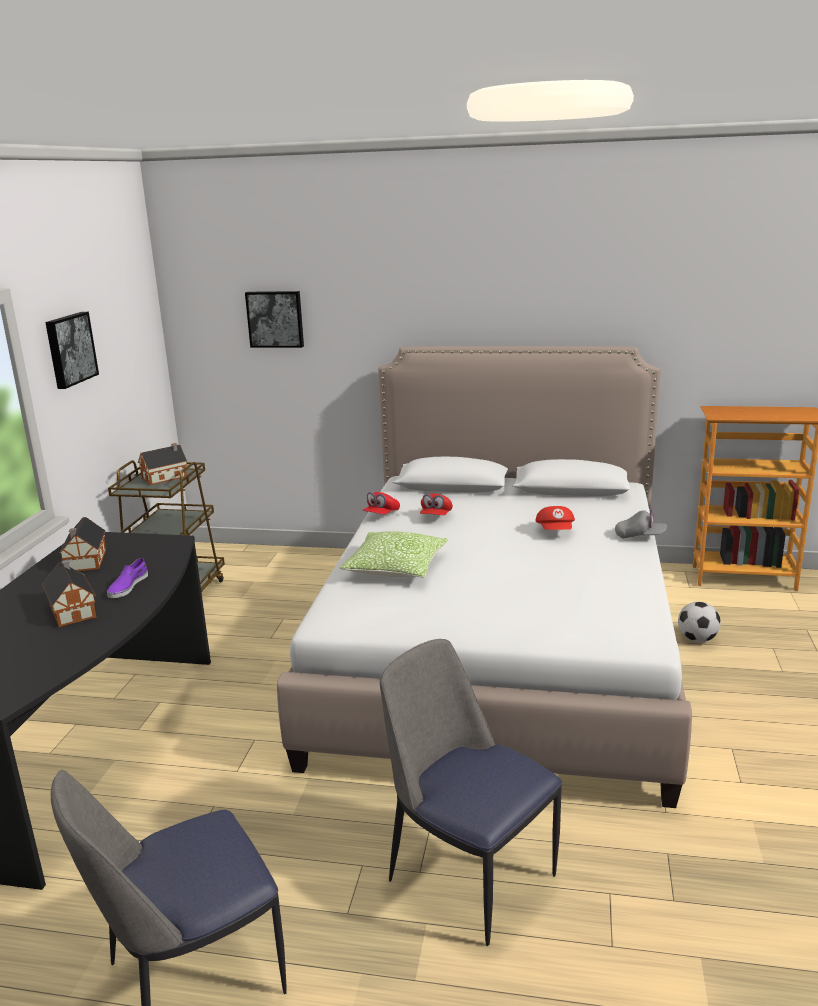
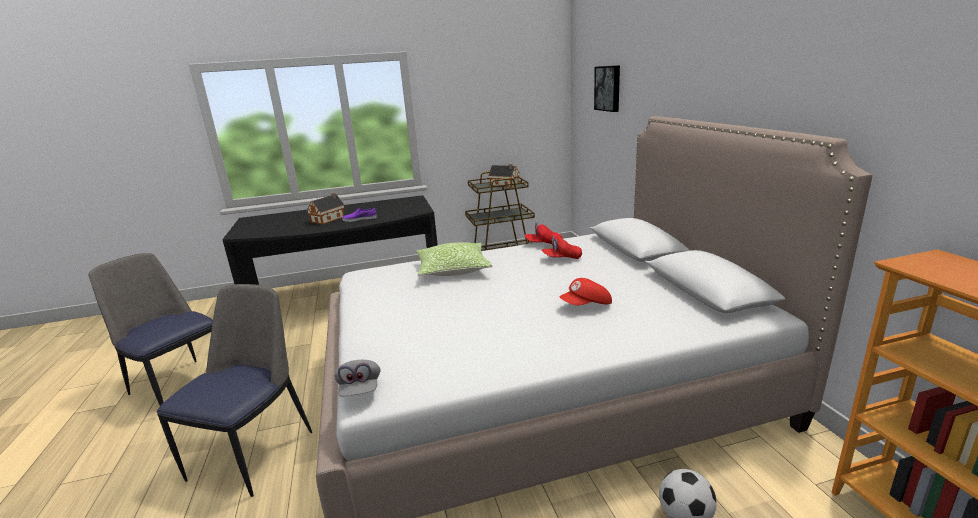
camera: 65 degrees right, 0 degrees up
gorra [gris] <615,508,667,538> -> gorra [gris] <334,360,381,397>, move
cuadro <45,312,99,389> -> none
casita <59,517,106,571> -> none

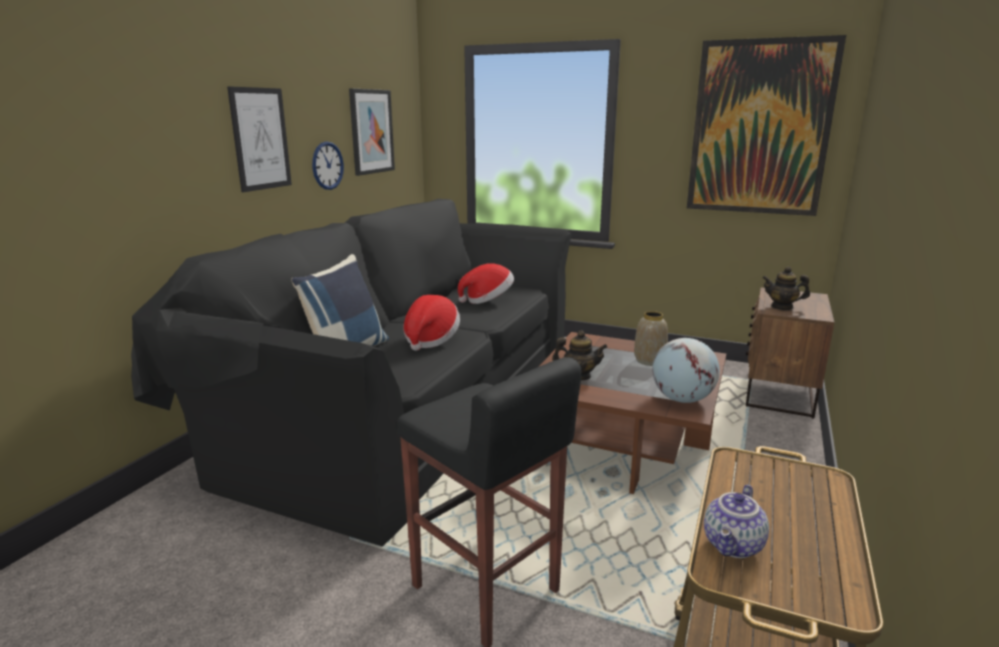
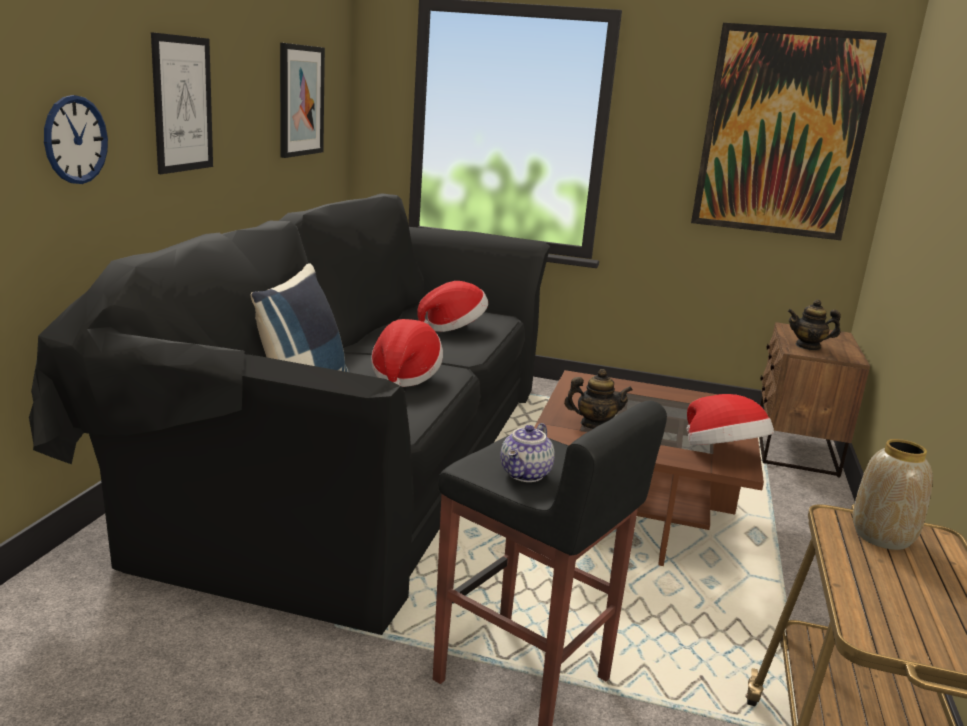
camera: 10 degrees left, 0 degrees up
reloj de pared <312,142,344,190> -> reloj de pared <44,95,108,184>, move
tetera <704,484,769,558> -> tetera <500,423,555,482>, move
globo terráqueo <652,338,720,403> -> sombrero <686,394,774,445>
florero <634,311,668,366> -> florero <853,439,933,550>, move

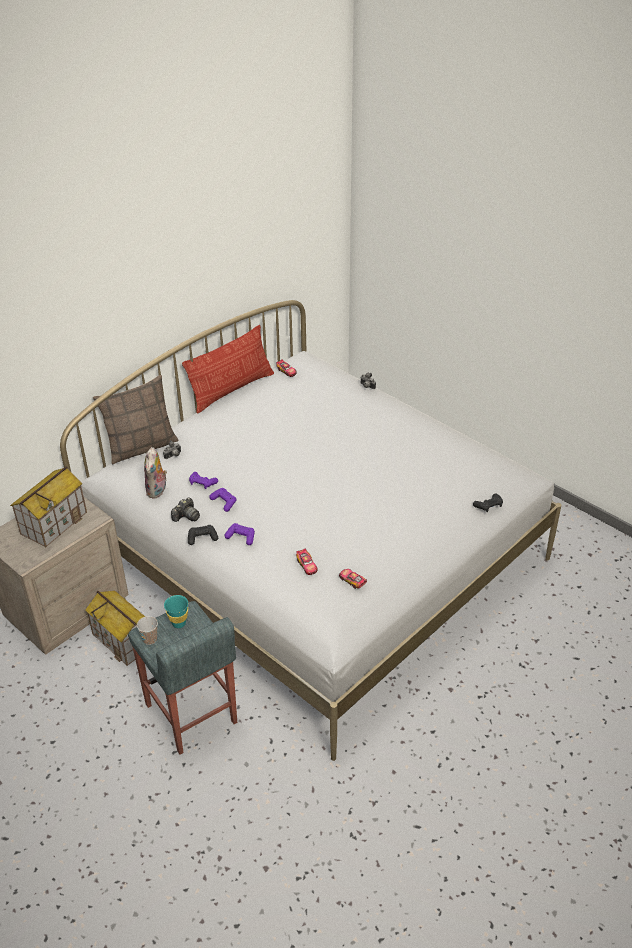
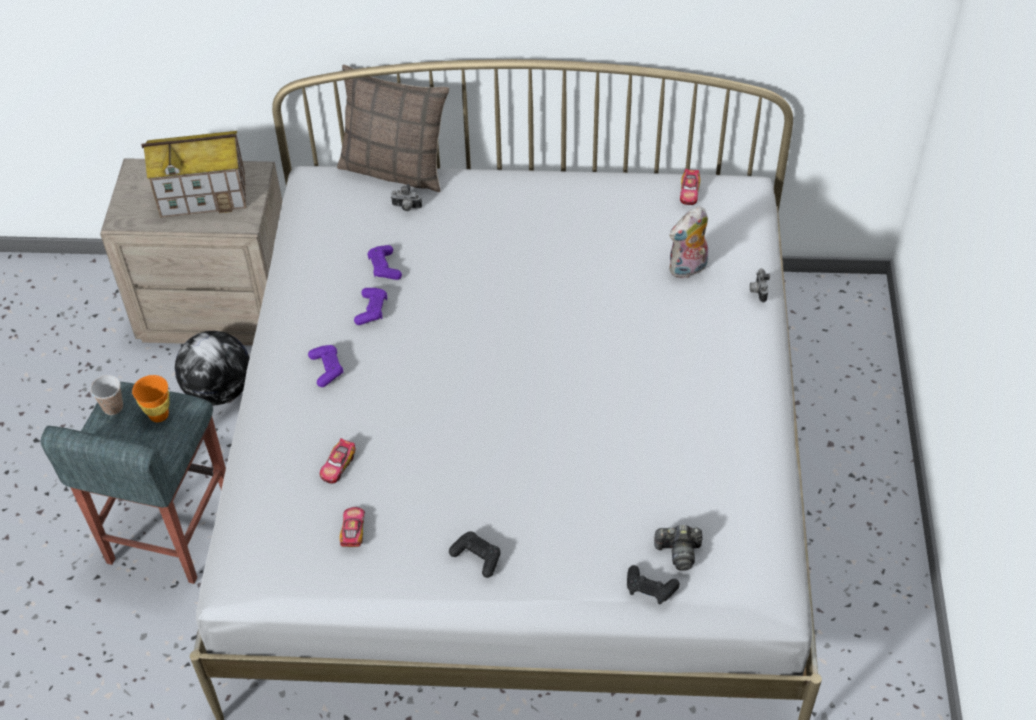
camera: 50 degrees right, 10 degrees up
taza [turquesa] <164,595,188,628> -> taza [naranja] <132,375,169,422>
casita <85,590,145,666> -> globo terráqueo <175,331,250,405>
mando de consola [negro] <188,525,218,545> -> mando de consola [negro] <449,531,500,578>, move
cámara <171,498,200,522> -> cámara <654,525,702,571>, move
peluche <144,447,167,499> -> peluche <669,207,708,278>, move
cojín <182,325,274,413> -> none

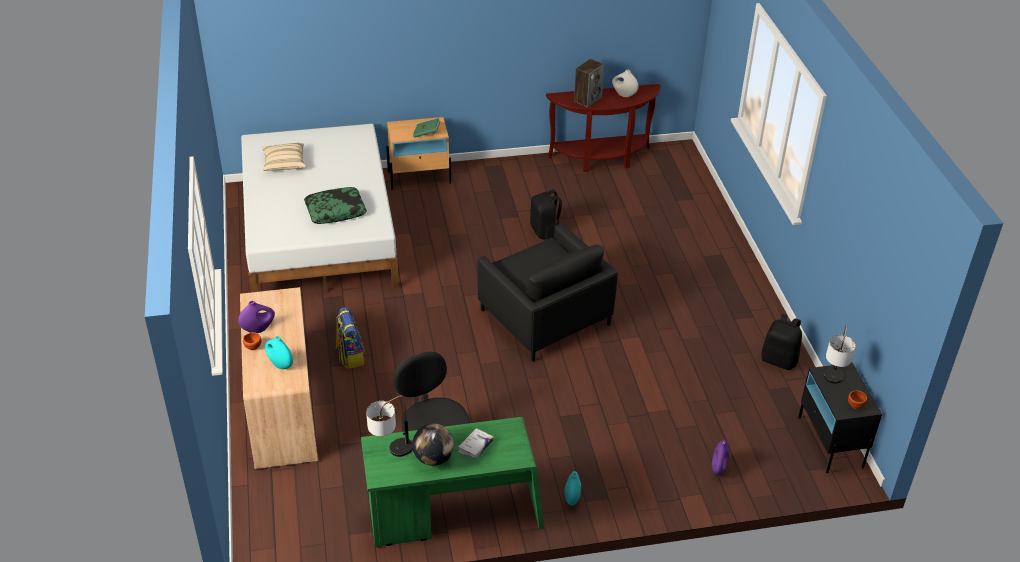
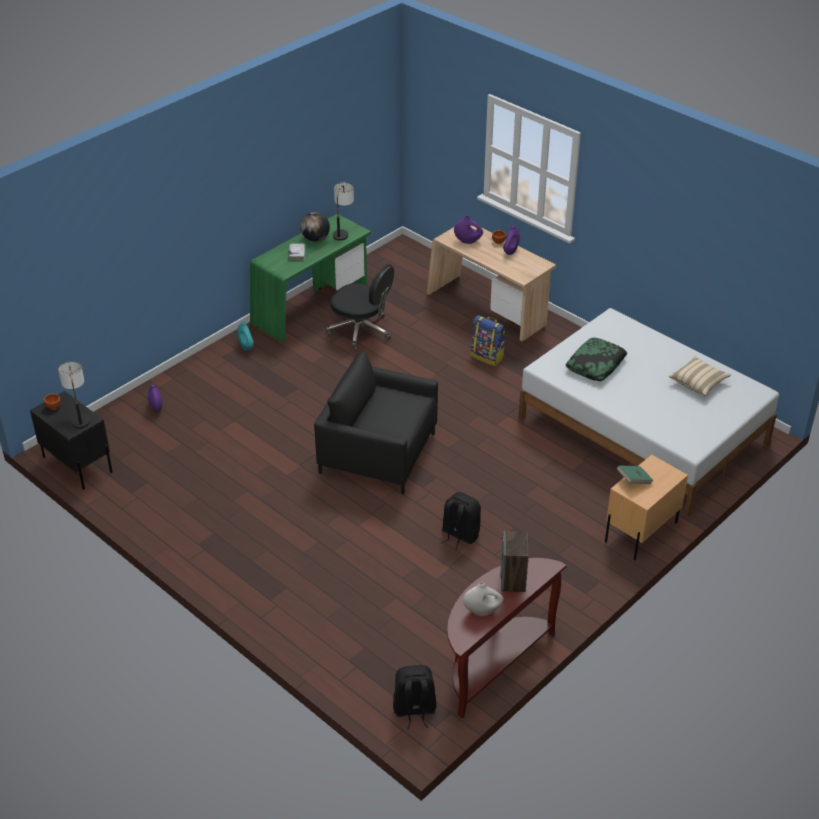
camera: 145 degrees right, 0 degrees up
mochila [negro] <761,314,802,370> -> mochila [negro] <393,665,436,730>, move
florero [turquesa] <265,336,293,369> -> florero [morado] <454,216,483,244>

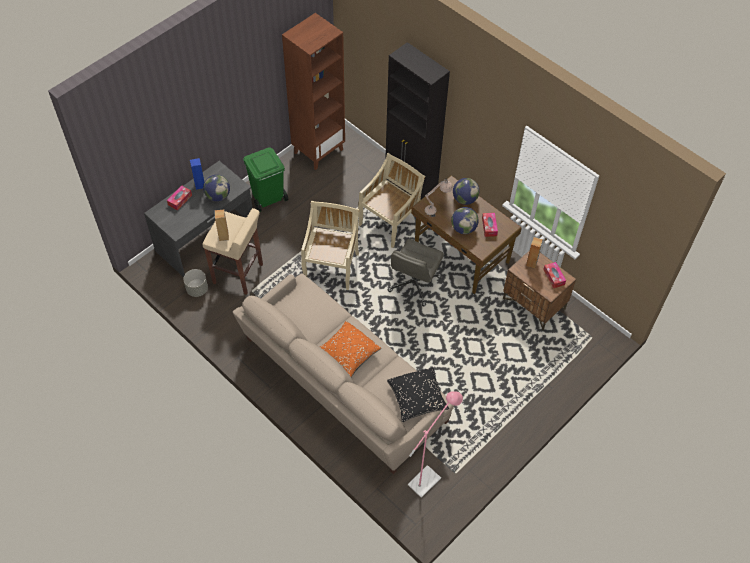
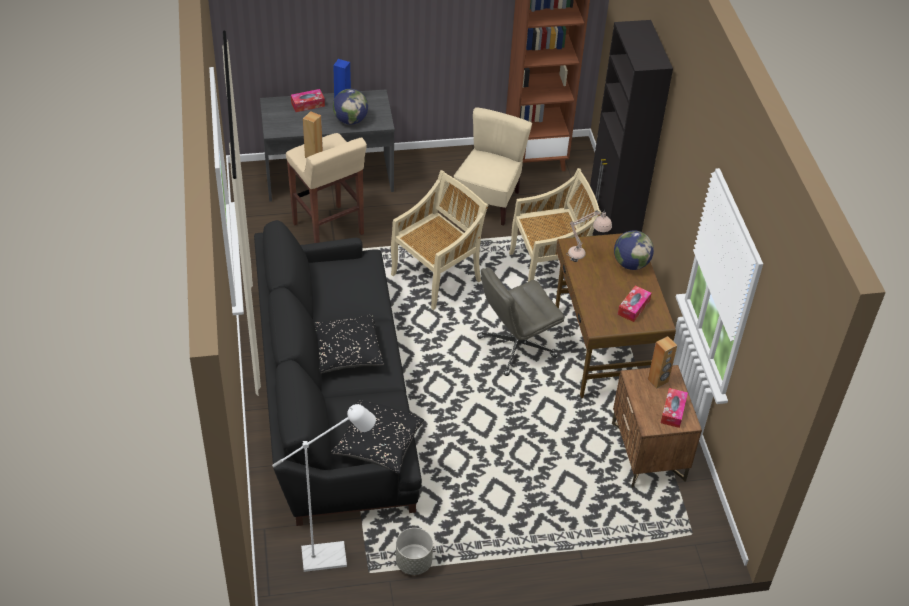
camera: 35 degrees right, 10 degrees down
sofá [beis] <233,274,454,474> -> sofá [negro] <254,220,422,526>
lámpara de pie [rosa] <408,391,463,498> -> lámpara de pie [blanco] <272,404,376,572>
cojín [naranja] <320,321,381,377> -> cojín [negro] <314,315,384,374>
maceta [gris] <183,269,208,297> -> maceta [gris] <396,528,433,575>, move
none -> silla [beis] <454,107,532,225>
papelera [verde] <243,147,288,212> -> none
globo terráqueo <451,207,479,234> -> none

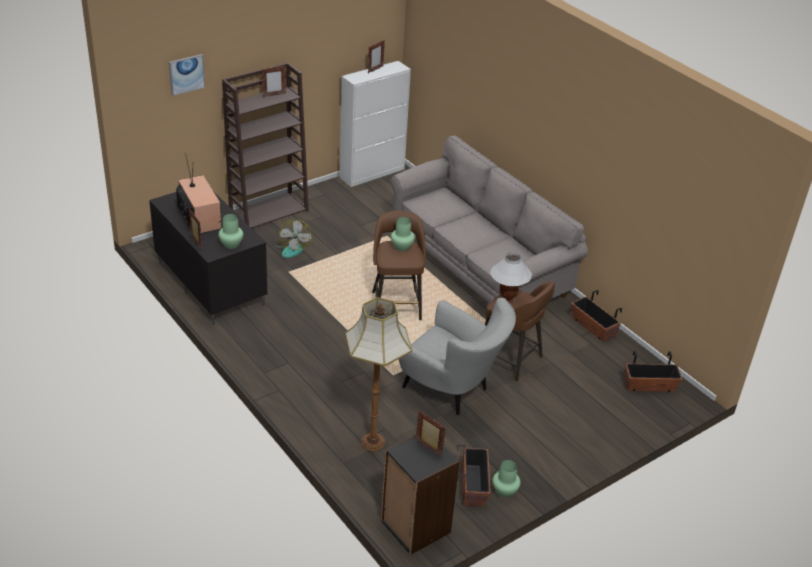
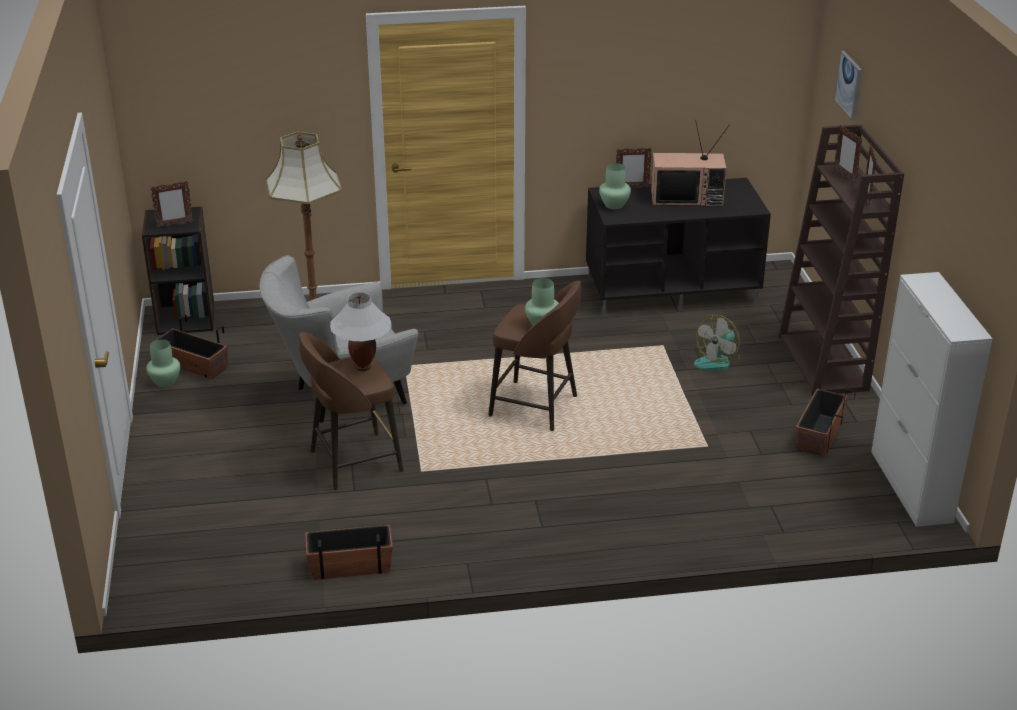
camera: 120 degrees right, 5 degrees down
ventilador <275,219,312,258> -> ventilador <694,314,740,371>, 75 degrees counterclockwise
maceta <625,351,682,392> -> maceta <796,388,856,457>, move
portarretratos <368,40,384,73> -> portarretratos <834,125,863,183>, move
sofá [gris] <390,135,588,303> -> none

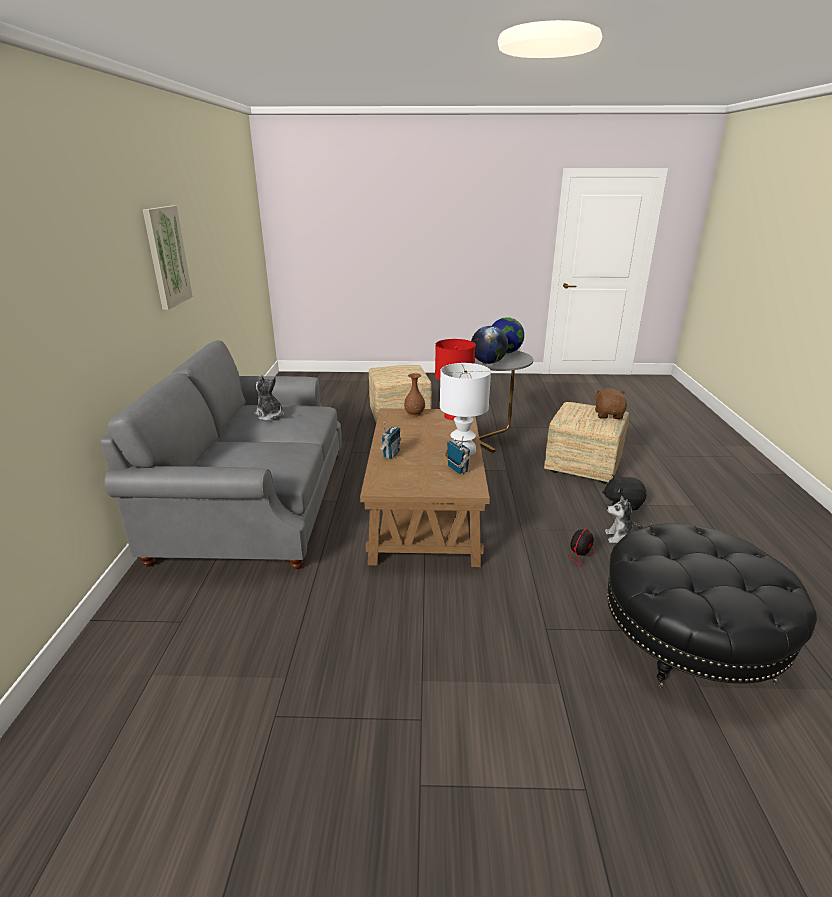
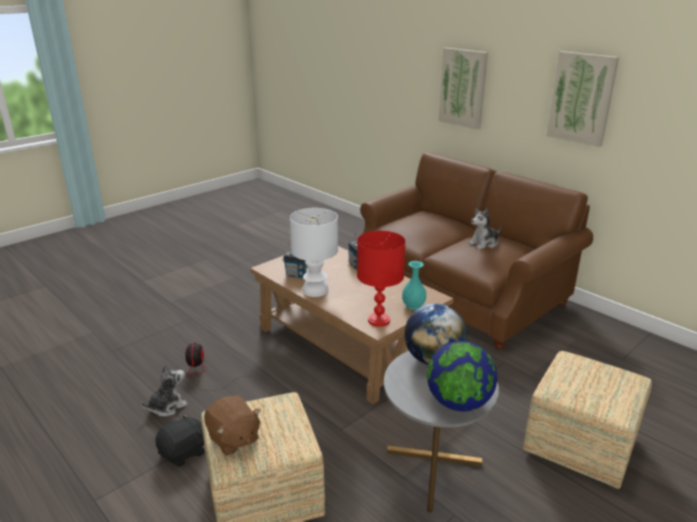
camera: 135 degrees right, 0 degrees up
sofá [gris] <100,340,342,569> -> sofá [marrón] <360,152,593,350>
florero [marrón] <404,373,425,417> -> florero [turquesa] <402,261,426,310>
none -> cuadro <438,48,488,130>
peluche <254,375,284,421> -> peluche <468,208,501,250>, 150 degrees clockwise
puf [negro] <607,523,817,688> -> none

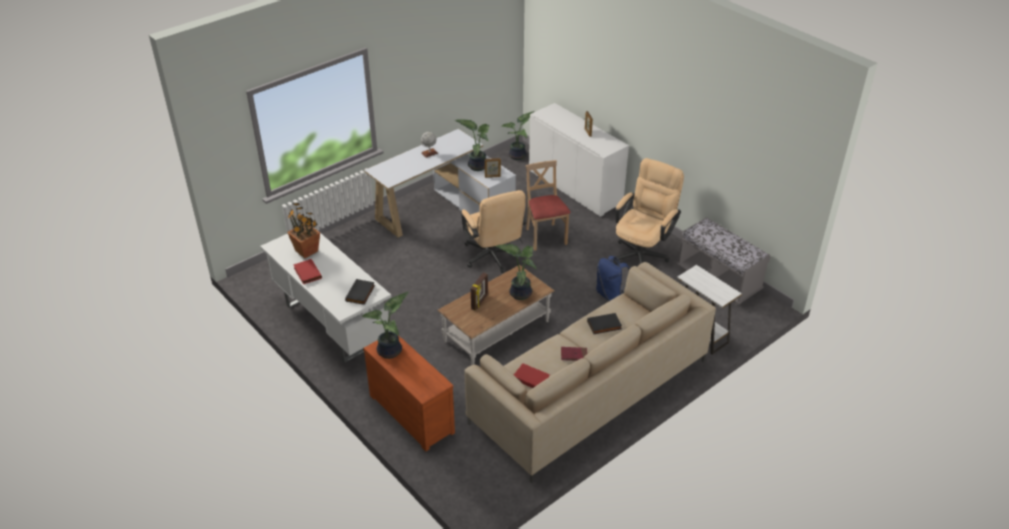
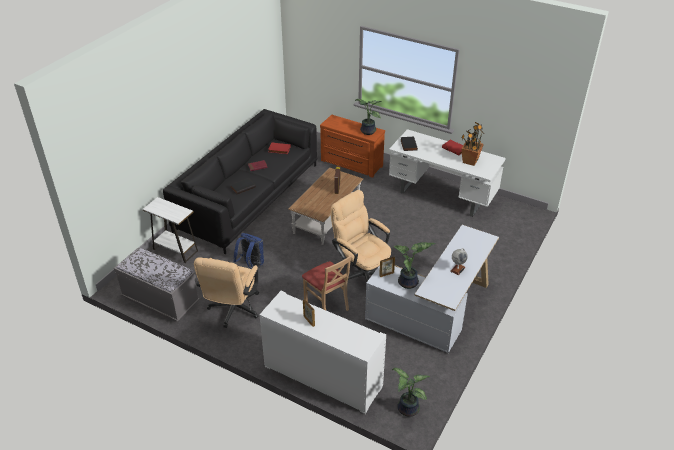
camera: 160 degrees right, 0 degrees up
sofá [beis] <465,262,716,483> -> sofá [negro] <163,109,317,254>
planta en maceta <495,244,537,300> -> none

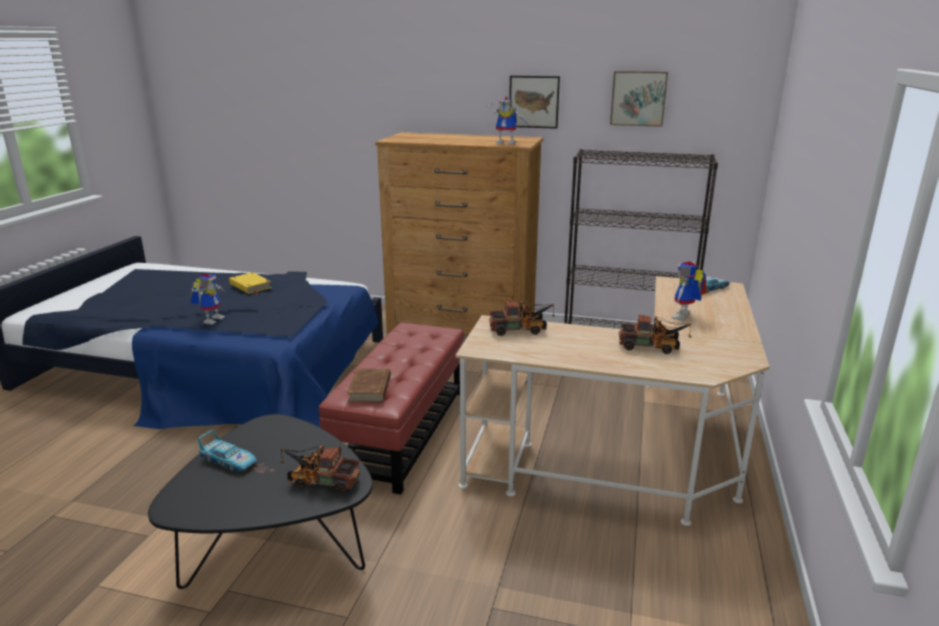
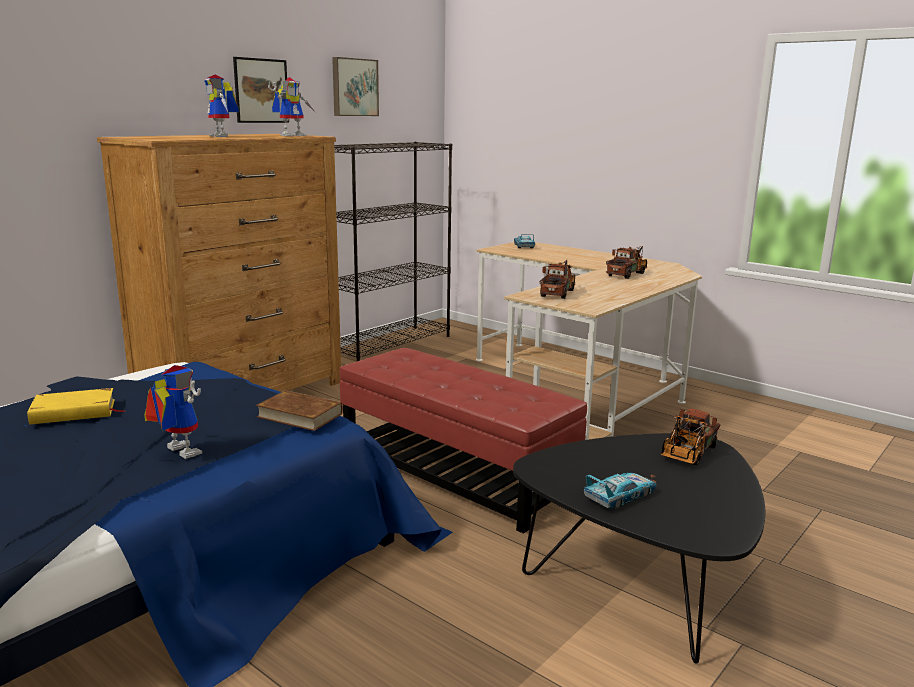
camera: 65 degrees left, 5 degrees down
robot de juguete <672,261,707,321> -> robot de juguete <204,75,239,137>, move
libro [marrón] <347,369,391,402> -> libro [marrón] <256,390,343,431>, move

